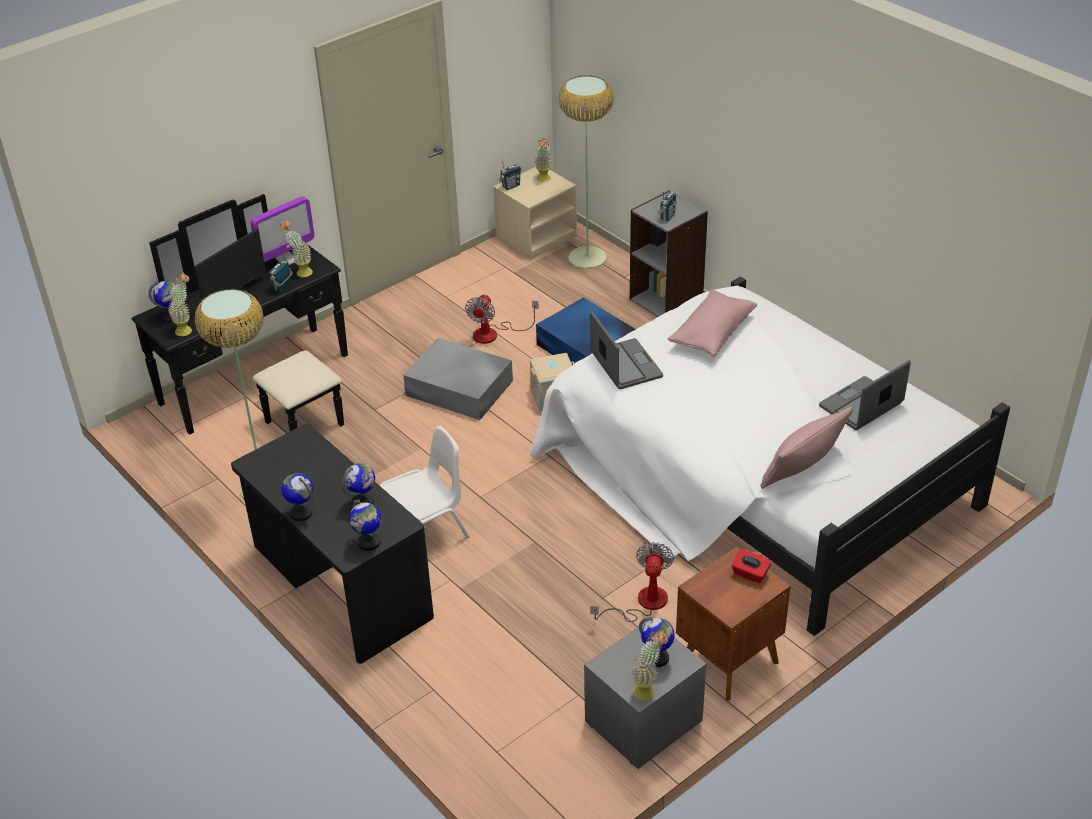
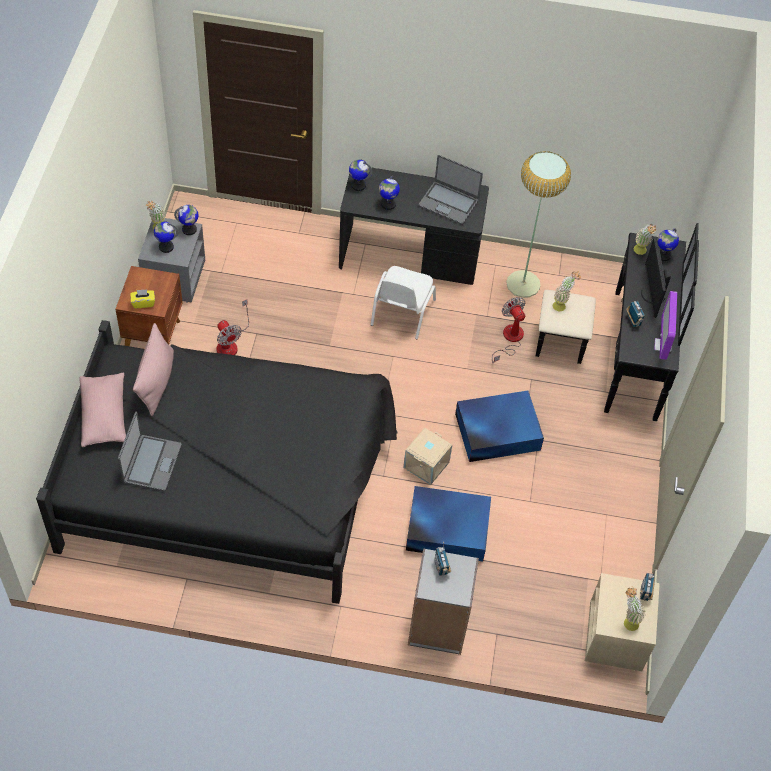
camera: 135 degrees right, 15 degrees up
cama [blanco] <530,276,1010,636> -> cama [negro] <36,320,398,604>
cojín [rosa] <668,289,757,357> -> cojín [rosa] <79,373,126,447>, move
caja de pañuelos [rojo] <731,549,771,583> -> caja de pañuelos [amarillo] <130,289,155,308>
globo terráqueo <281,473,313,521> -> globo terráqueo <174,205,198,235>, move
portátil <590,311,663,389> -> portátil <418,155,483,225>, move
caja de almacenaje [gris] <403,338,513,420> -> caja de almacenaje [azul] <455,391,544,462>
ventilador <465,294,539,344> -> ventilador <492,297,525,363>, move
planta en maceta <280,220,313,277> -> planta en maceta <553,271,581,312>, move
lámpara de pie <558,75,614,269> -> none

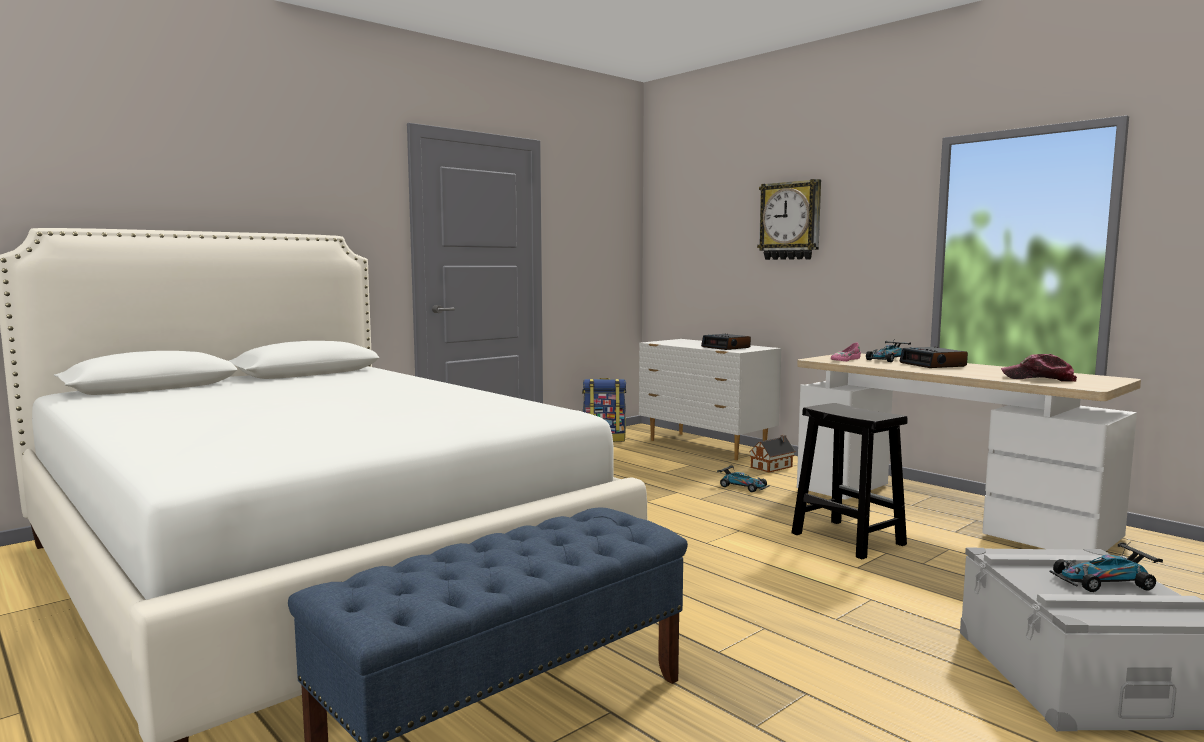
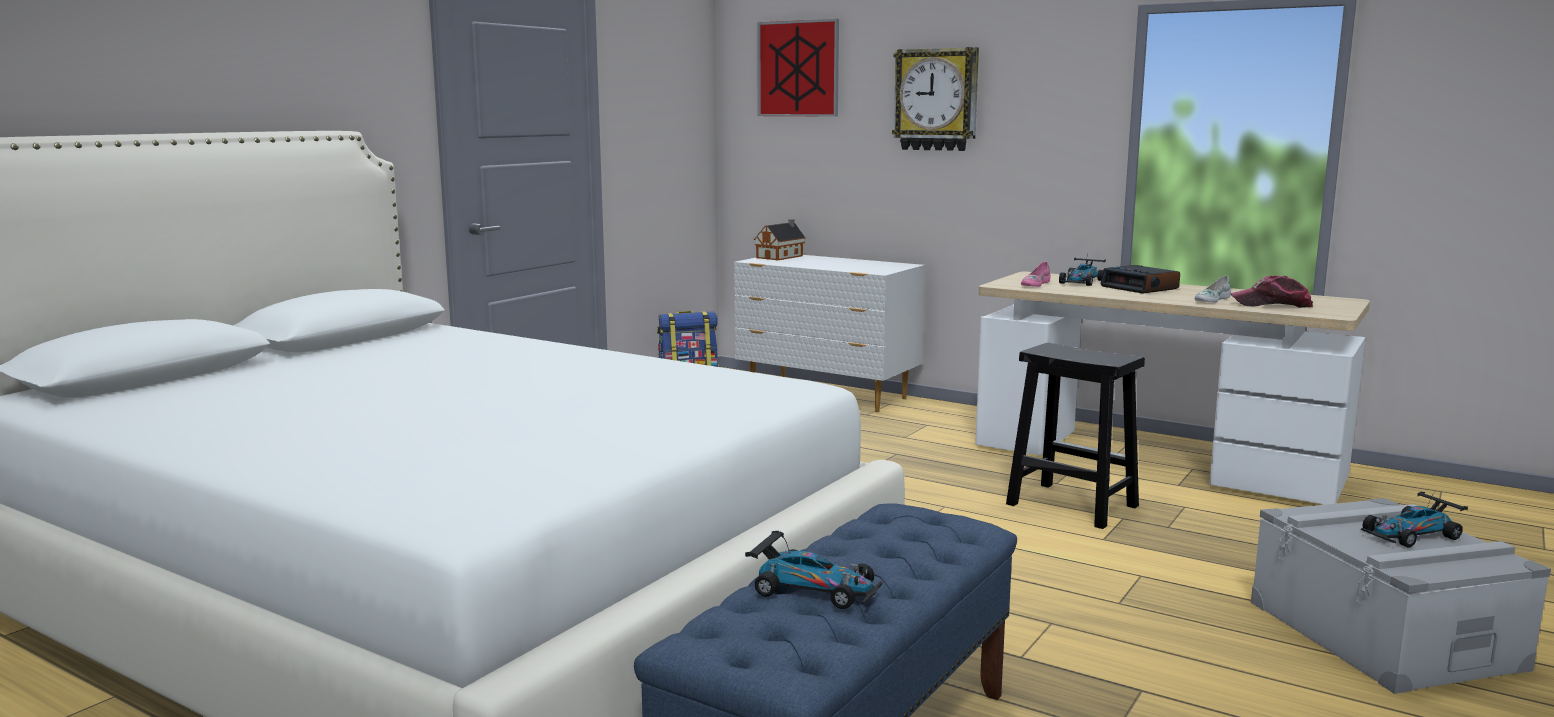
camera: 15 degrees left, 5 degrees up
coche de juguete <717,464,770,492> -> coche de juguete <745,531,883,609>, move
casita <749,435,796,473> -> casita <754,219,806,261>, move
none -> cuadro <757,19,839,117>
none -> zapato [blanco] <1194,276,1231,303>
despertador <701,334,751,350> -> none

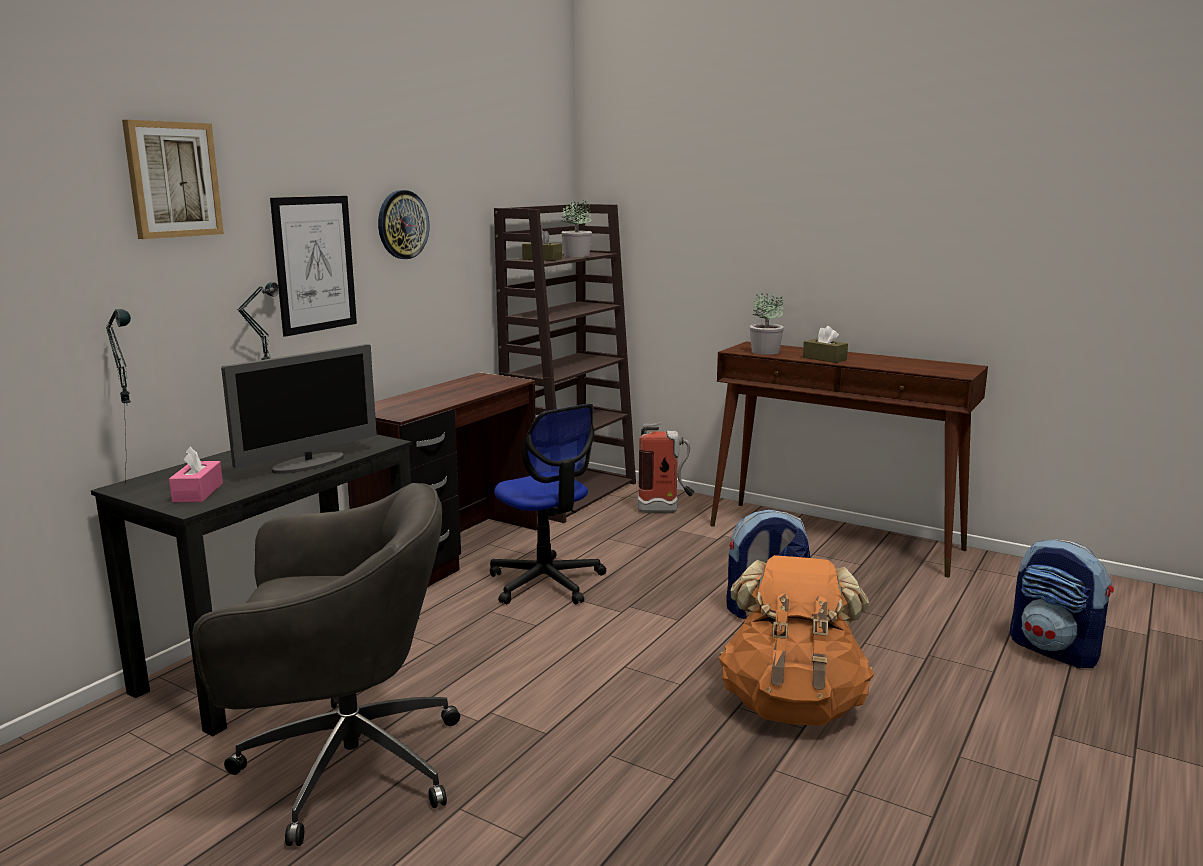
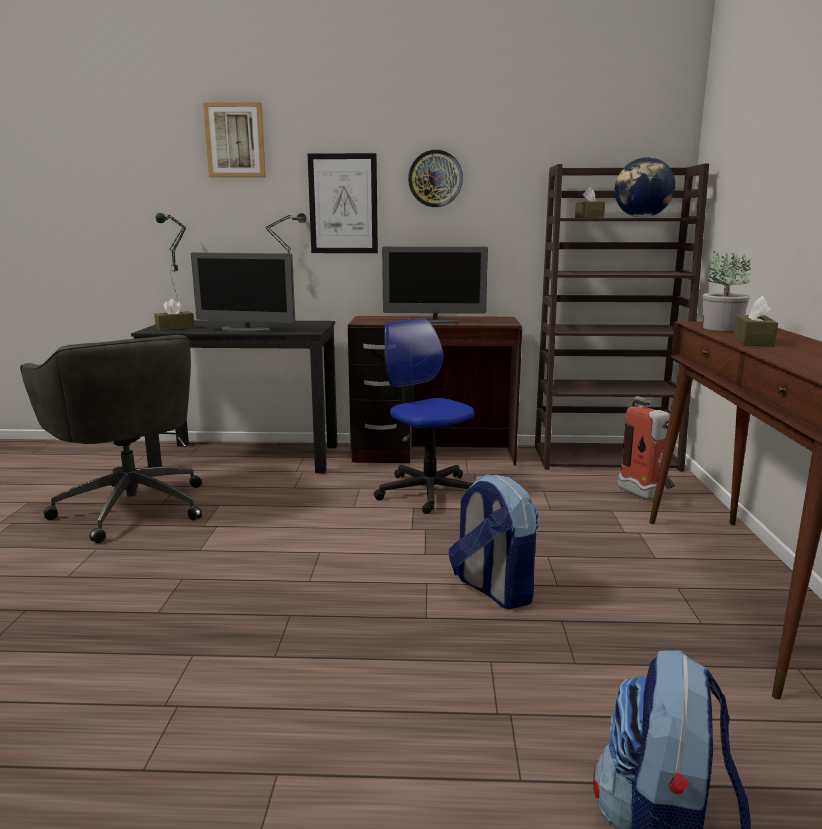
camera: 60 degrees right, 0 degrees up
caja de pañuelos [rosa] <169,447,223,502> -> caja de pañuelos [marrón] <154,299,195,331>
silla de oficina <490,404,606,604> -> silla de oficina <374,319,475,514>, 120 degrees clockwise
none -> monitor <382,246,488,324>
planta en maceta <561,199,592,257> -> globo terráqueo <615,157,675,218>
mochila [naranja] <719,555,874,726> -> none

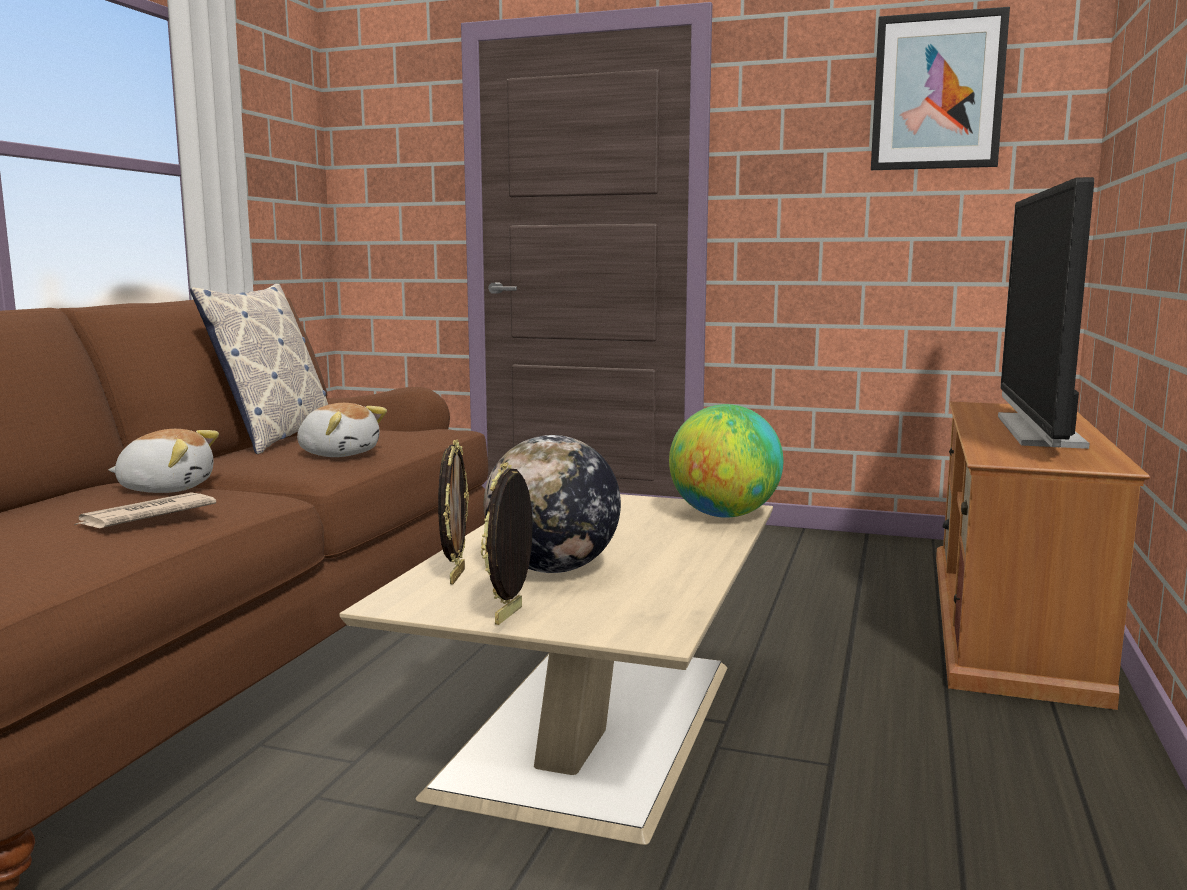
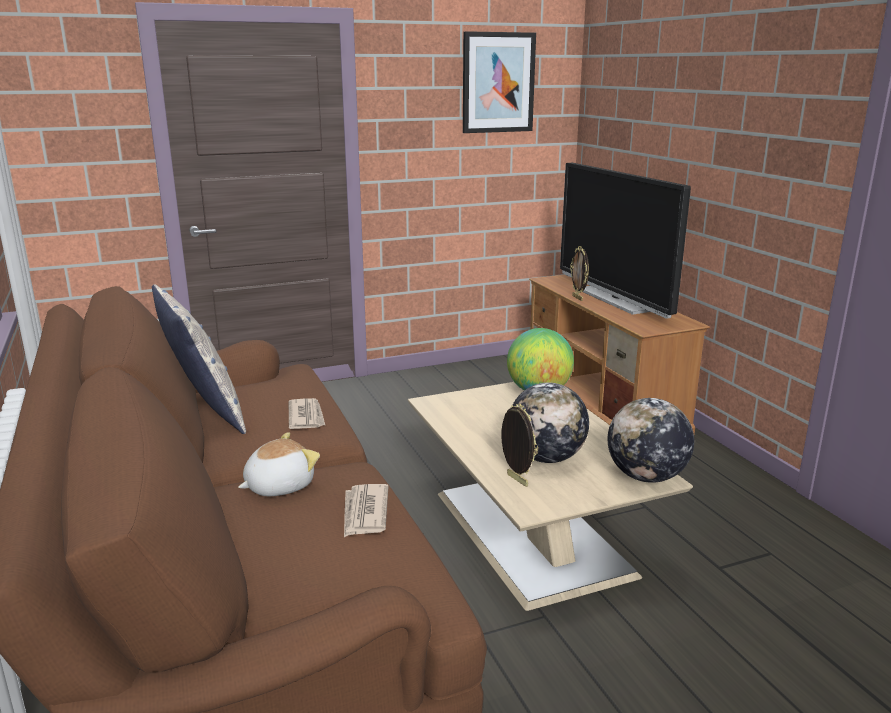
camera: 40 degrees left, 10 degrees up
peluche <297,403,387,457> -> periódico <289,398,325,429>
portarretratos <481,462,533,625> -> portarretratos <570,246,589,301>, move
none -> globo terráqueo <607,398,694,483>

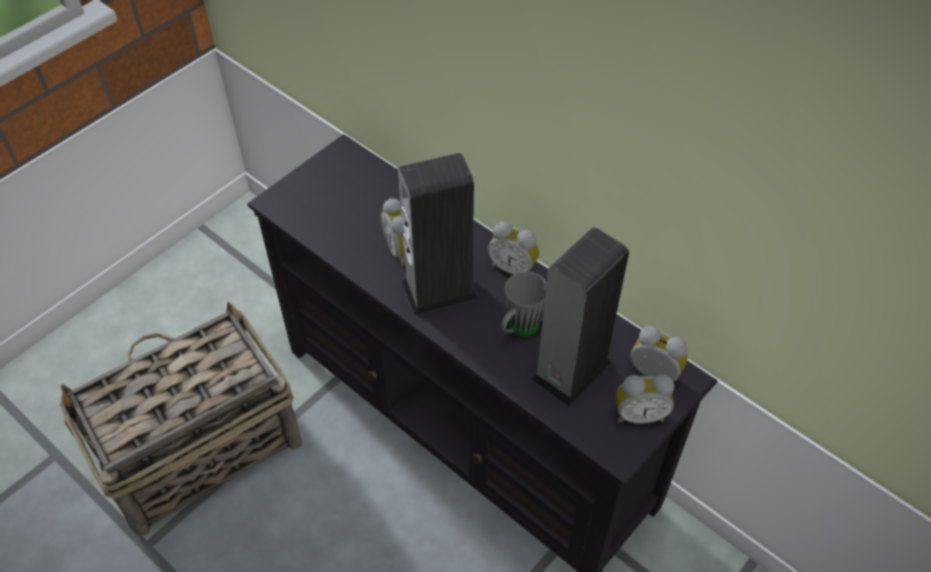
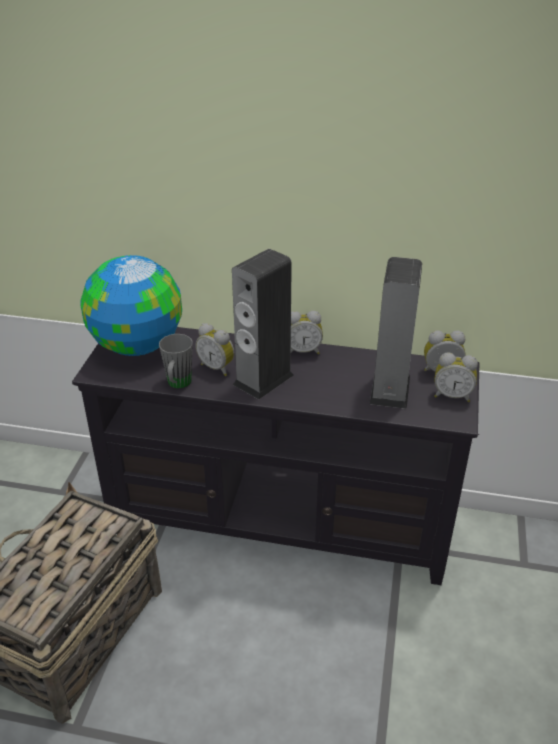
camera: 30 degrees left, 15 degrees down
none -> globo terráqueo <80,255,182,356>
taza grande [gris] <501,271,546,337> -> taza grande [gris] <159,334,193,388>, move
despertador <616,375,674,424> -> despertador <434,352,478,402>, 45 degrees clockwise

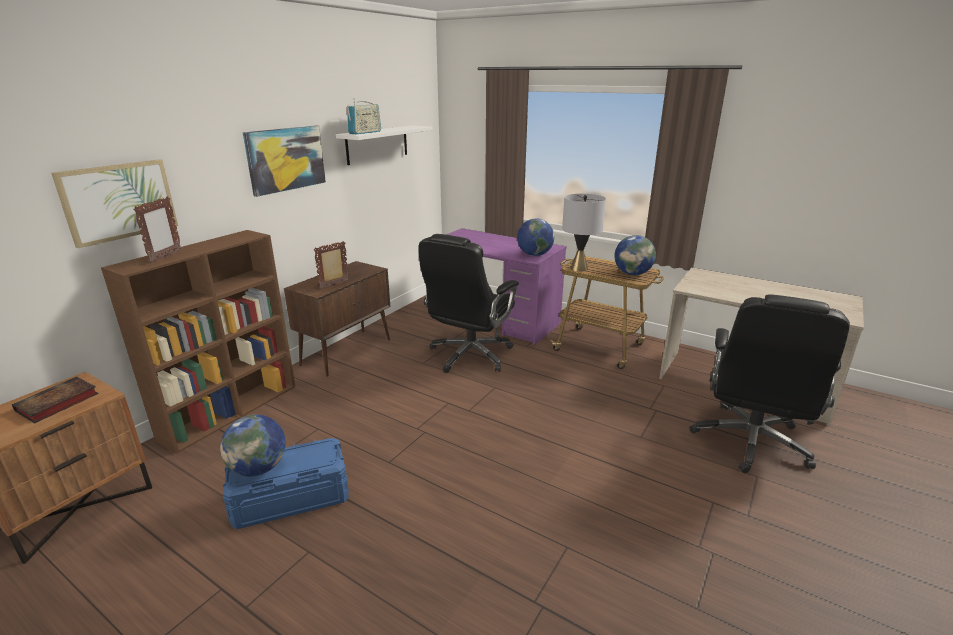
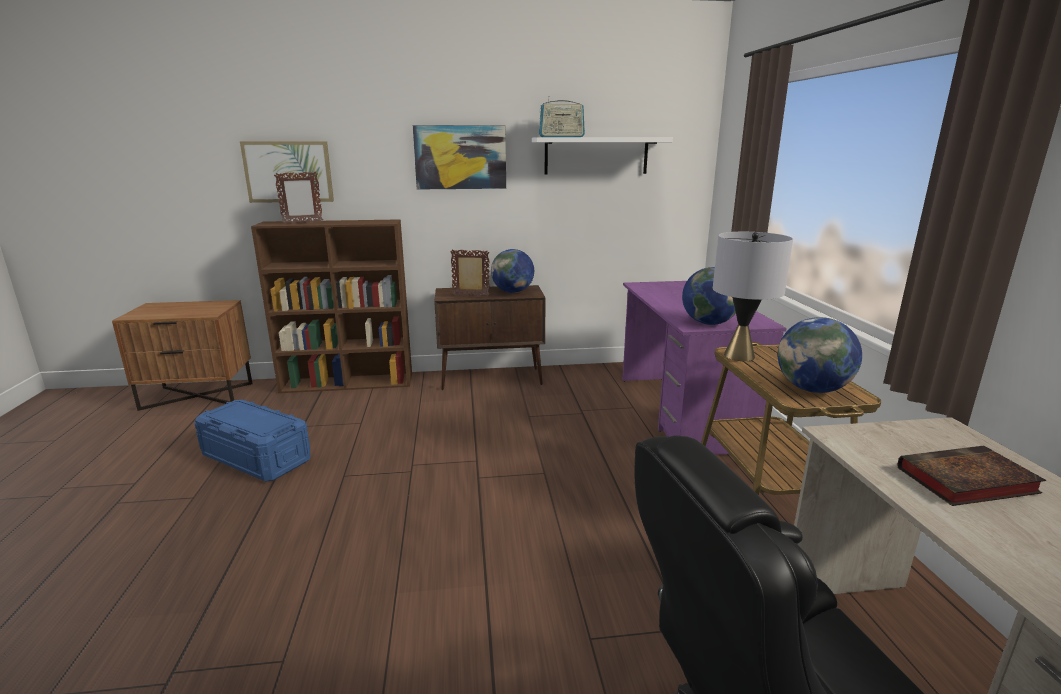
camera: 50 degrees right, 5 degrees down
globo terráqueo <220,415,286,476> -> globo terráqueo <491,249,534,293>, move
libro <12,377,99,424> -> libro <898,446,1046,506>, move
silla de oficina [negro] <419,234,519,373> -> none

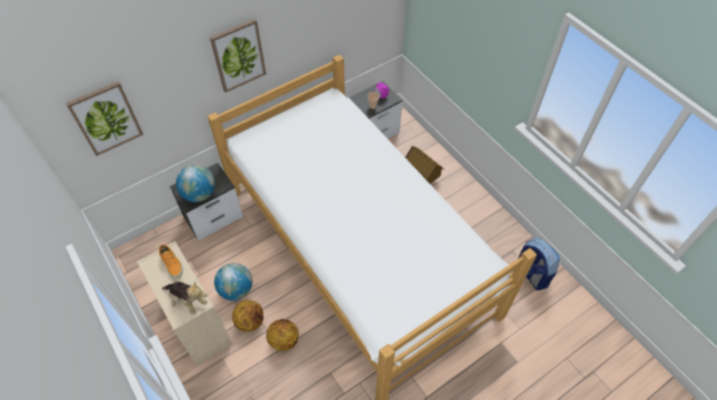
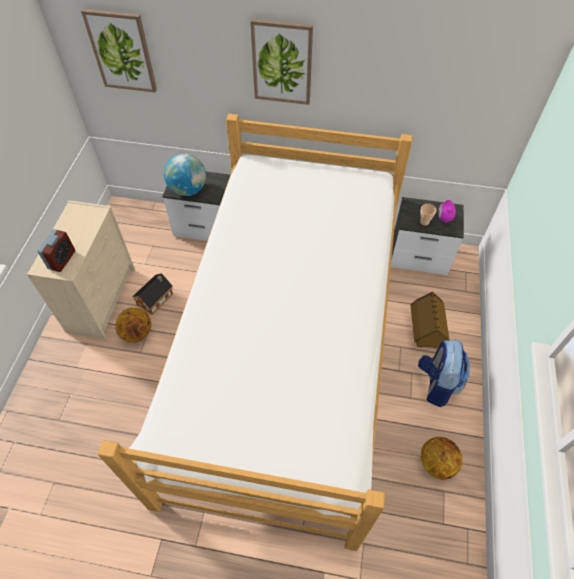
camera: 45 degrees right, 0 degrees up
peluche <162,281,207,315> -> despertador <38,229,75,272>
globo terráqueo <214,263,252,301> -> casita <132,274,173,315>
mochila <518,238,560,291> -> mochila <418,339,470,407>, move
balón de baloncesto <266,319,299,351> -> balón de baloncesto <421,437,463,480>, move
zapato [naranja] <159,245,183,278> -> none

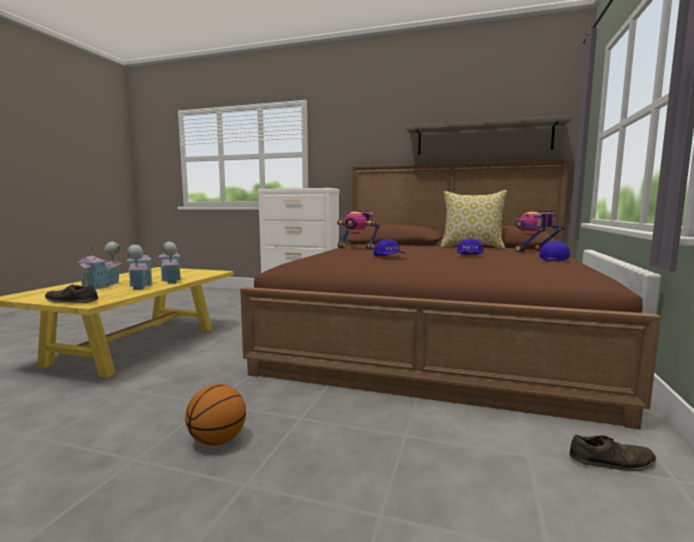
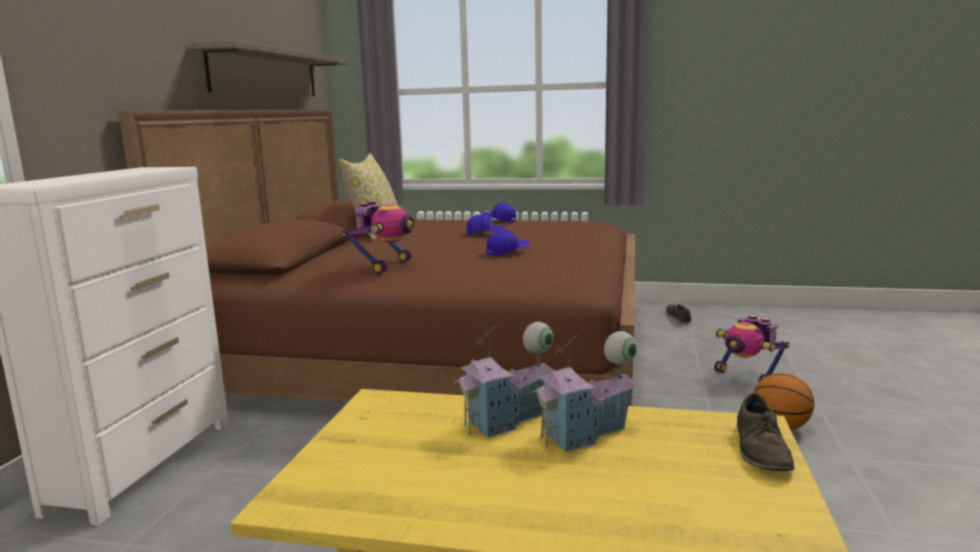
camera: 95 degrees left, 5 degrees up
robot de juguete <515,211,565,252> -> robot de juguete <714,315,789,382>, move
casita <76,241,122,289> -> none

